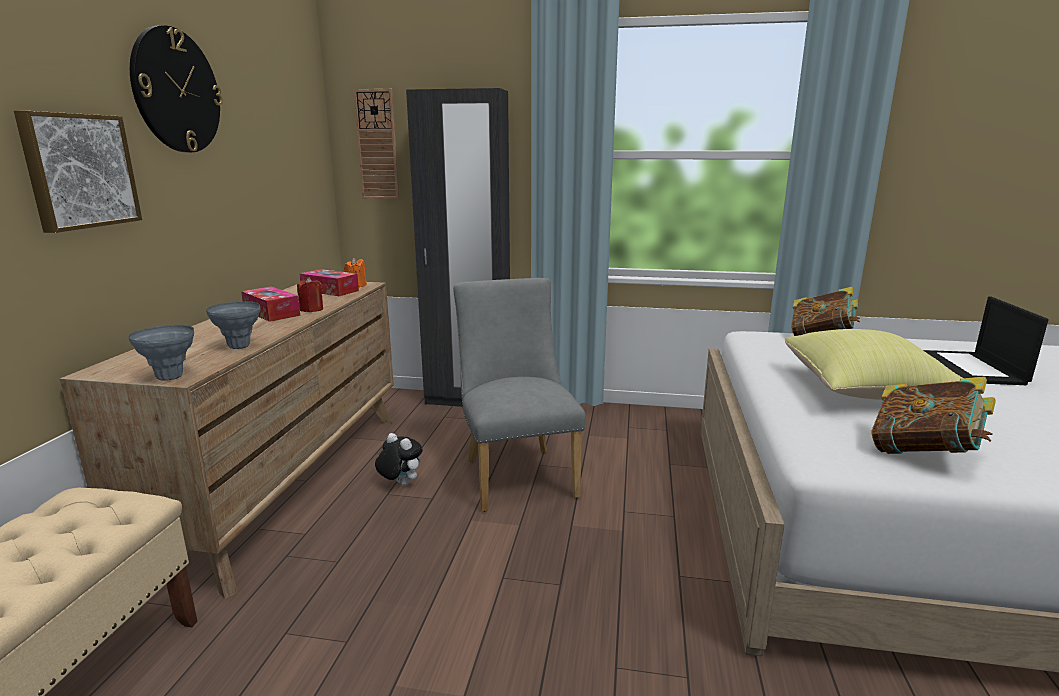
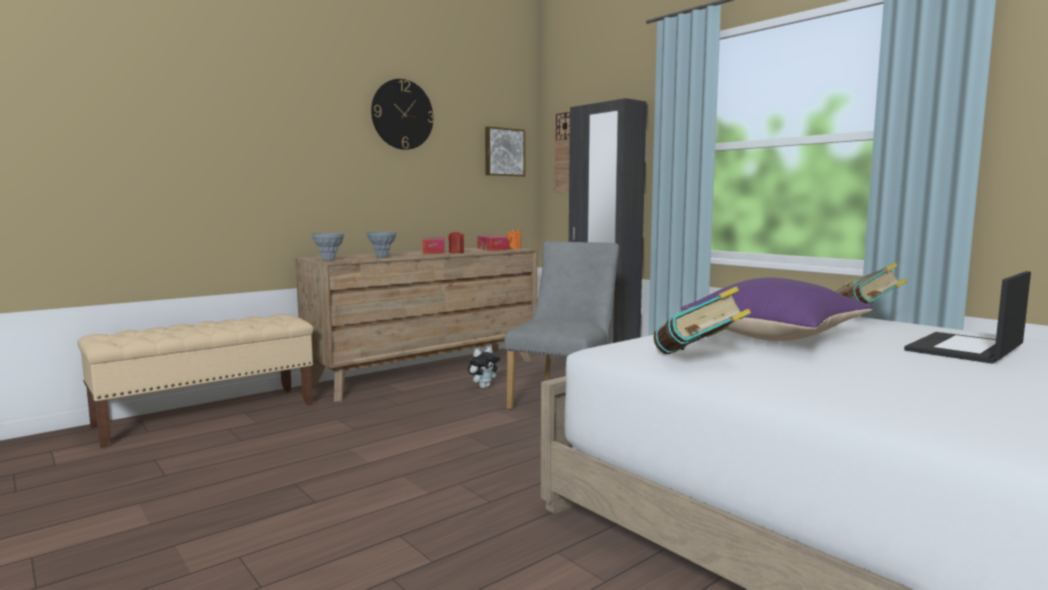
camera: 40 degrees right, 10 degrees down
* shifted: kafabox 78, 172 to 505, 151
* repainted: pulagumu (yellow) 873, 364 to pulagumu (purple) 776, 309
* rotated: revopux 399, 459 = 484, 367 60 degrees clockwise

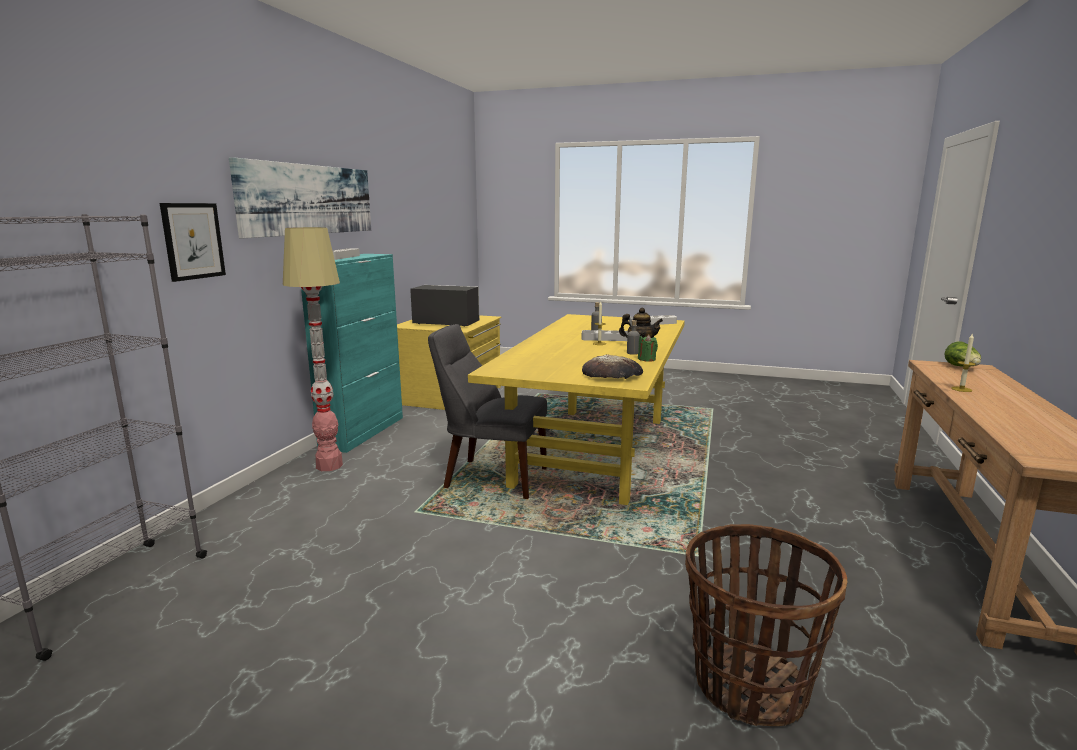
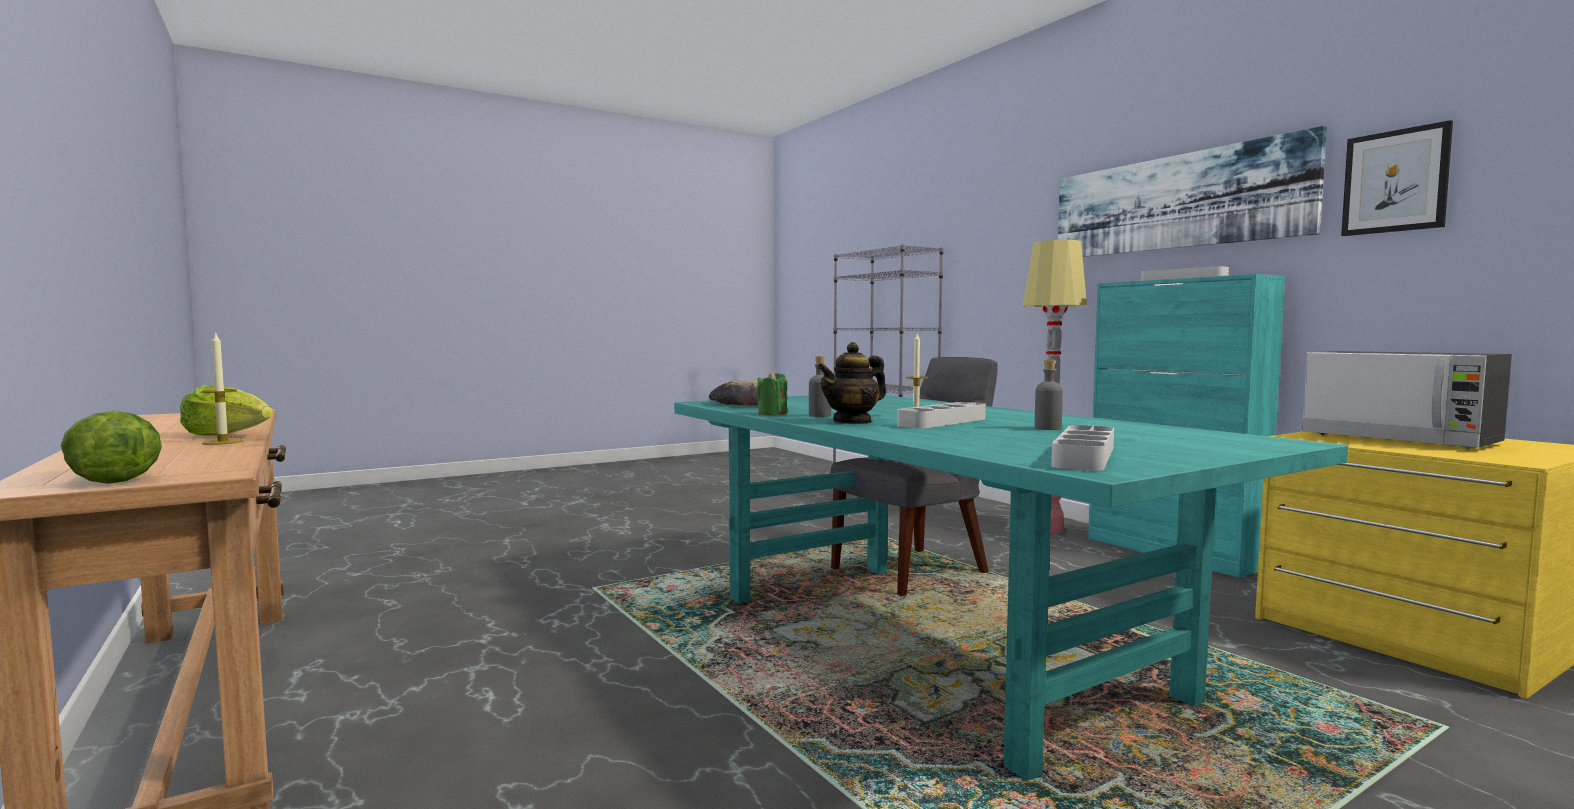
camera: 130 degrees right, 10 degrees down
* shifted: kafabox 193, 242 to 1397, 178
* rotated: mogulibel 445, 306 = 1407, 400 90 degrees clockwise
* repainted: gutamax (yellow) 576, 409 to gutamax (turquoise) 1011, 588
* gone: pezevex 766, 625
* new: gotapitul 226, 410

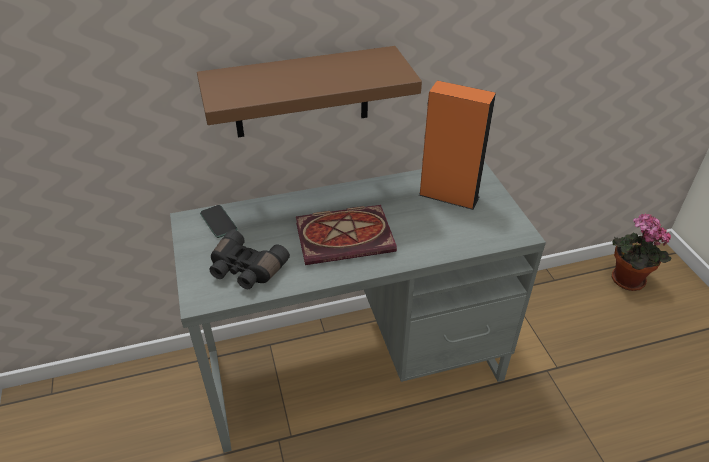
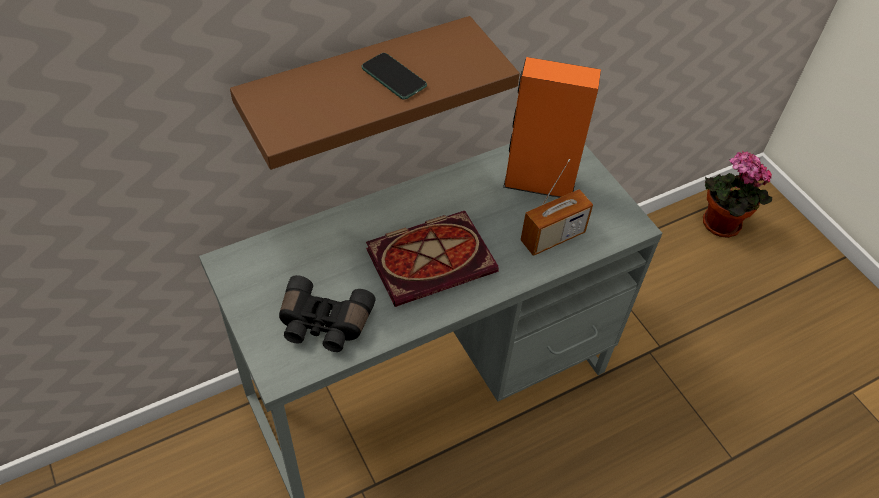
camera: 15 degrees left, 10 degrees up
* shifted: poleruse 219, 221 to 394, 76
* new: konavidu 556, 207

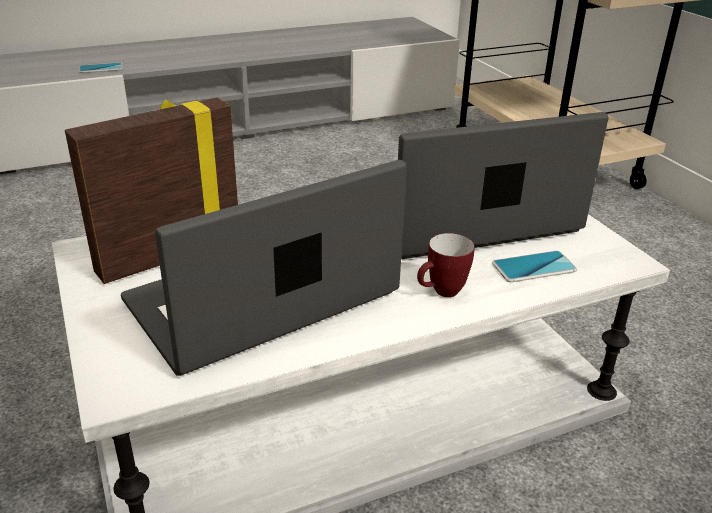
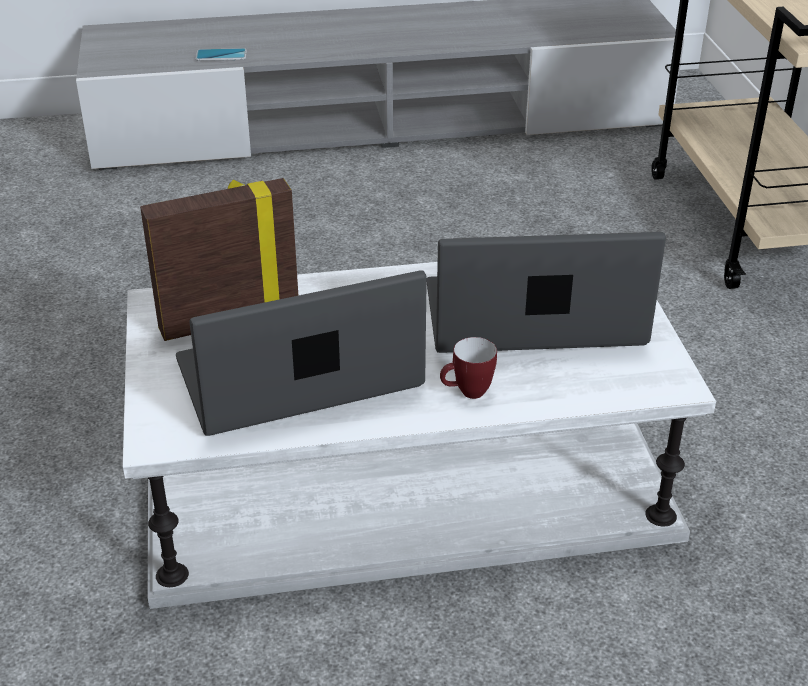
camera: 15 degrees right, 5 degrees up
* gone: poleruse 534, 266

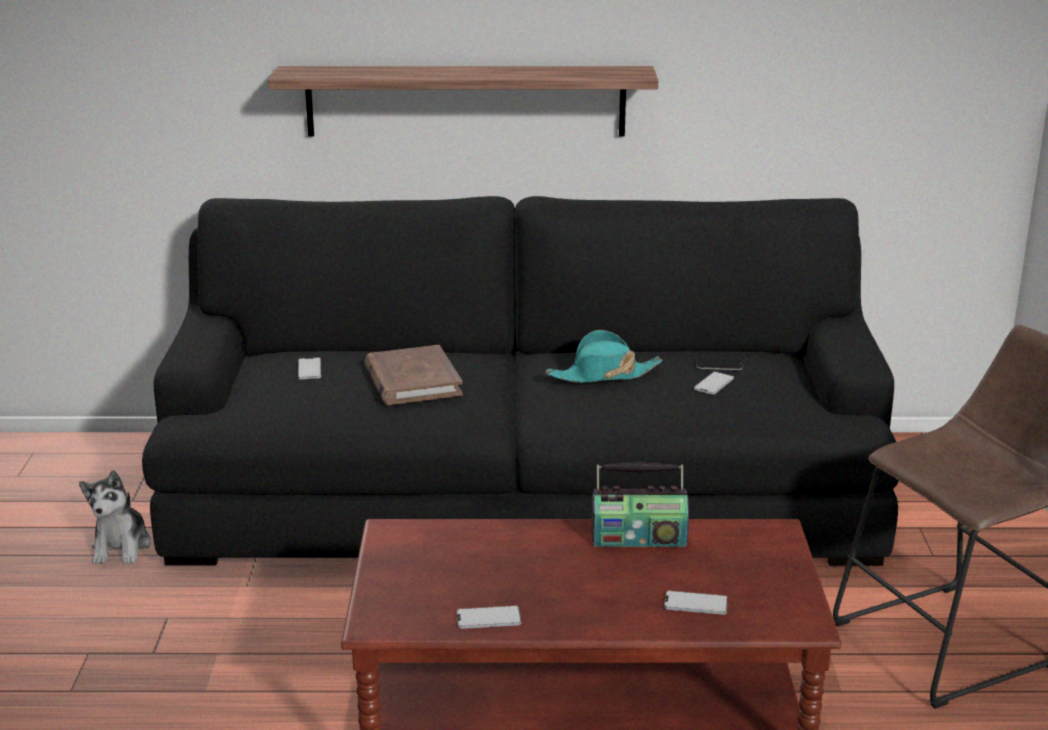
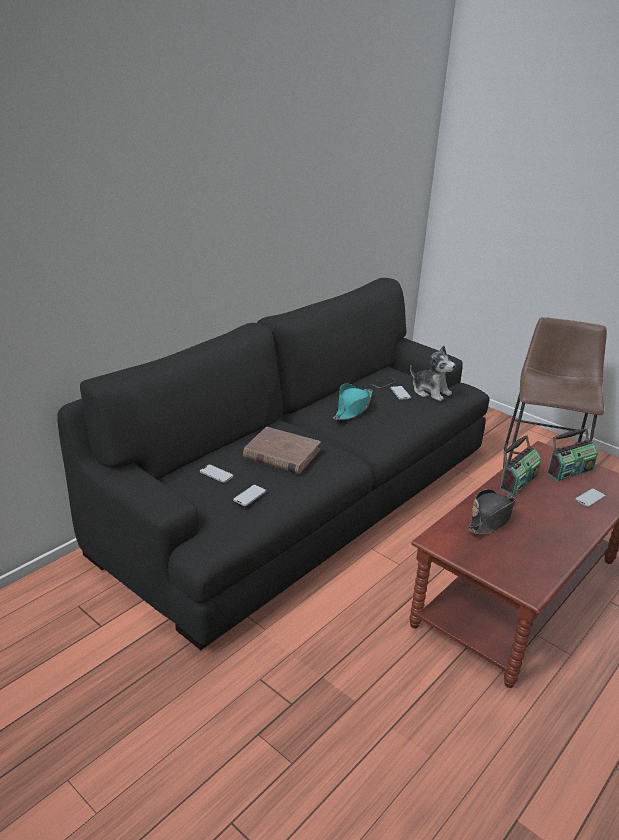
camera: 50 degrees left, 5 degrees up
* gone: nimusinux 463, 101
* shifted: revopux 115, 517 to 432, 373
* shifted: poleruse 489, 617 to 249, 495
* new: konavidu 572, 454
* new: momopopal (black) 491, 512

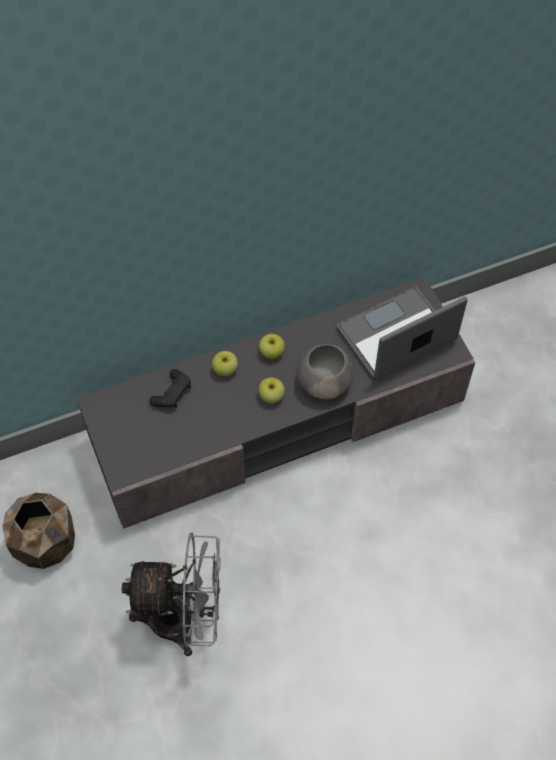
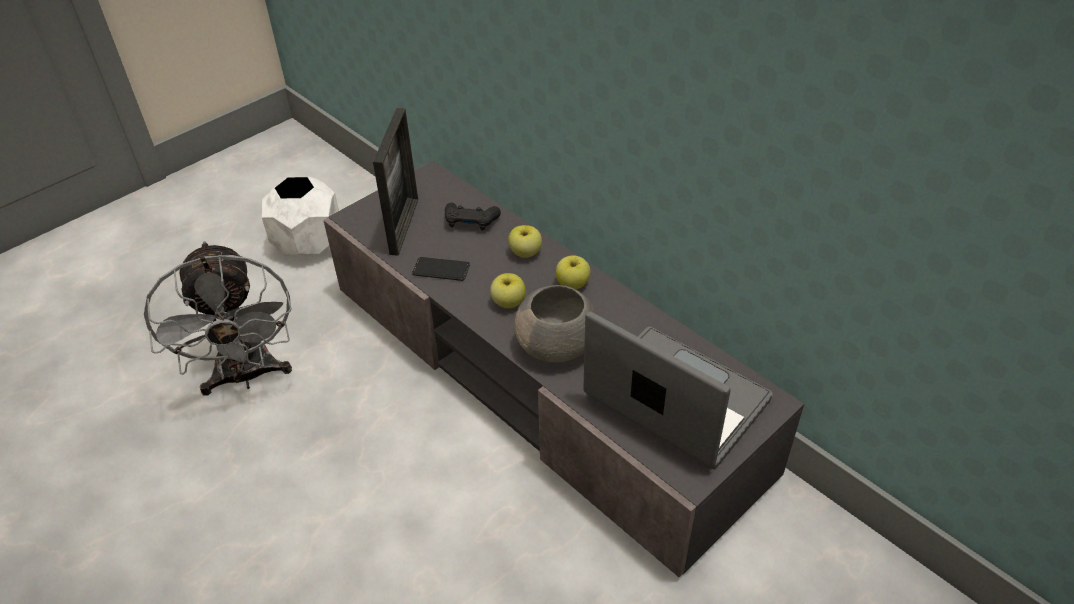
camera: 70 degrees right, 15 degrees down
* repainted: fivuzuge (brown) 38, 531 to fivuzuge (white) 300, 217
* new: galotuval 395, 182
* new: poleruse 441, 269

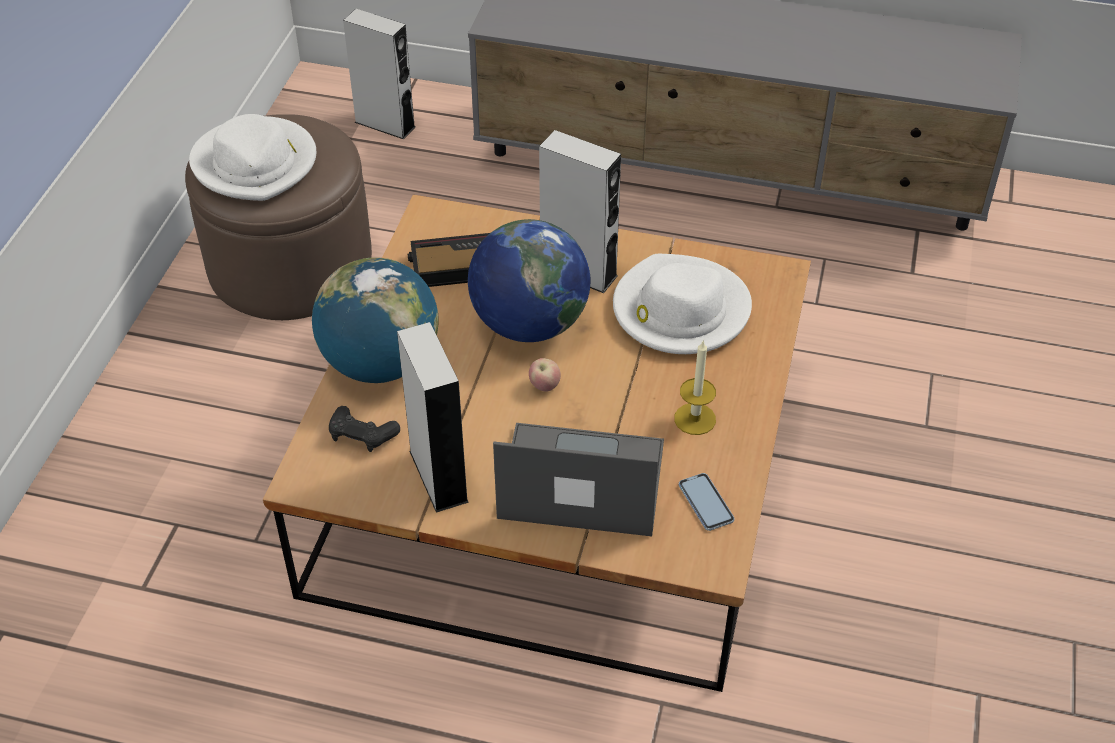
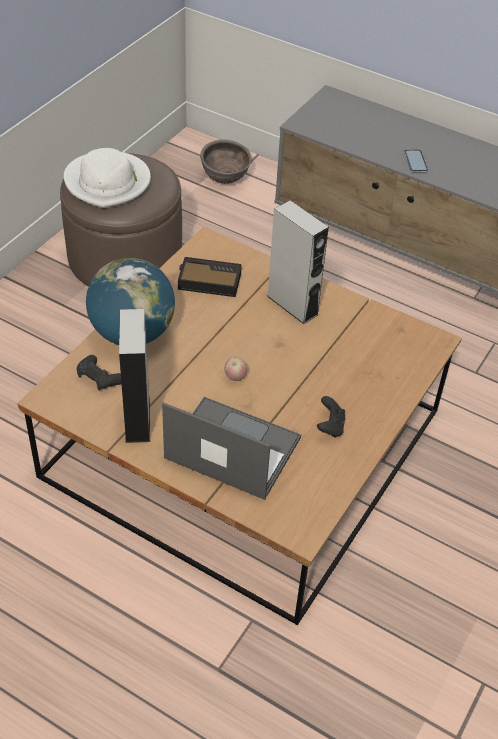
camera: 15 degrees right, 0 degrees up
* swapped: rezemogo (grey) 379, 74 to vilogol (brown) 226, 161
* gone: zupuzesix 529, 280
* gone: momopopal (white) 682, 304
* swapped: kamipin 695, 387 to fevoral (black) 331, 417
* shifted: poleruse 706, 502 to 416, 161

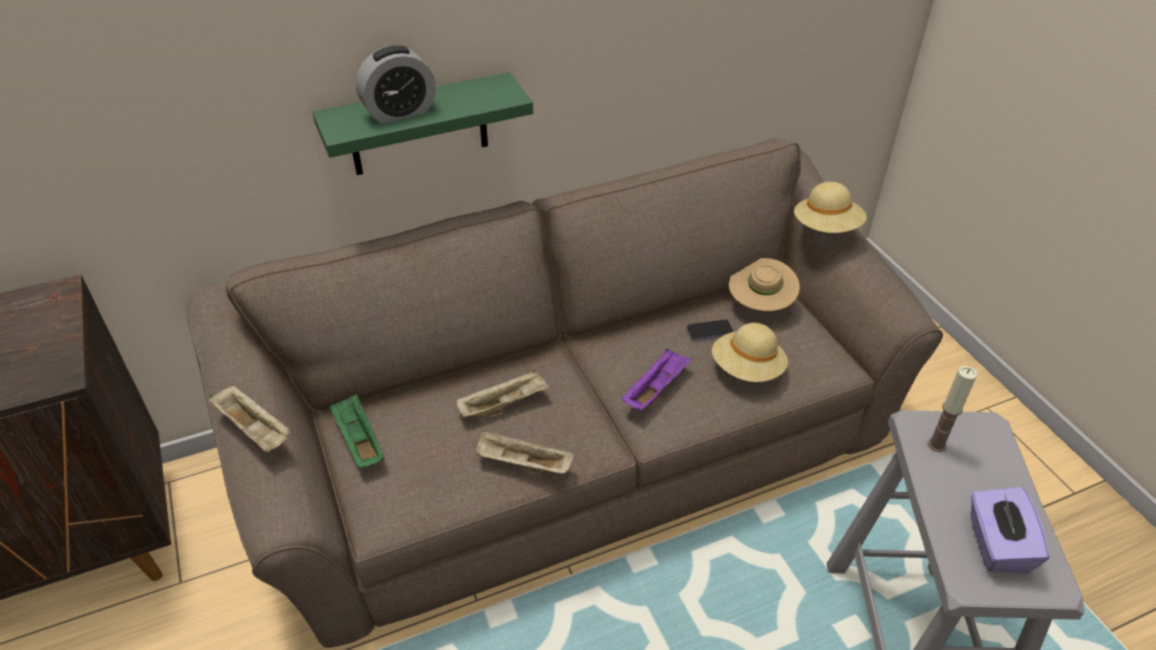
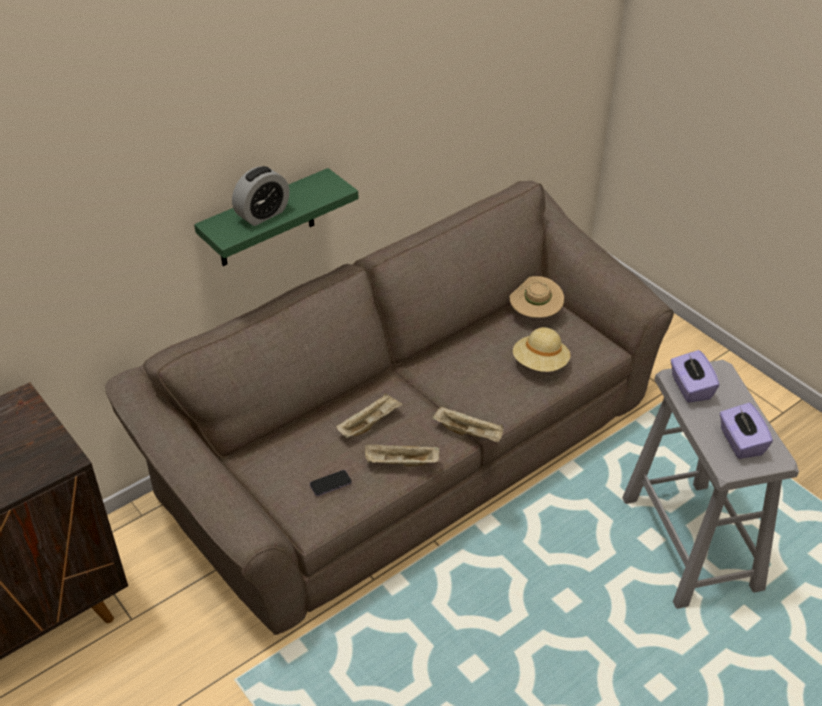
camera: 15 degrees left, 0 degrees up
* gone: momopopal (beige) 830, 207
* shifted: poleruse 710, 329 to 331, 483
* gone: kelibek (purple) 657, 380
* swapped: kamipin 952, 409 to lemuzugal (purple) 694, 376
* shifted: kelibek (beige) 250, 418 to 468, 424
* gone: kelibek (green) 357, 430

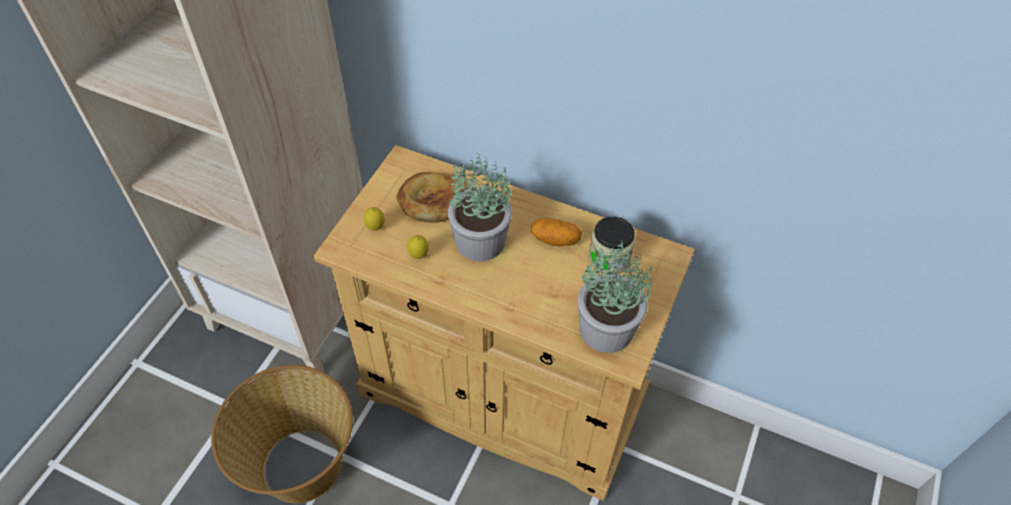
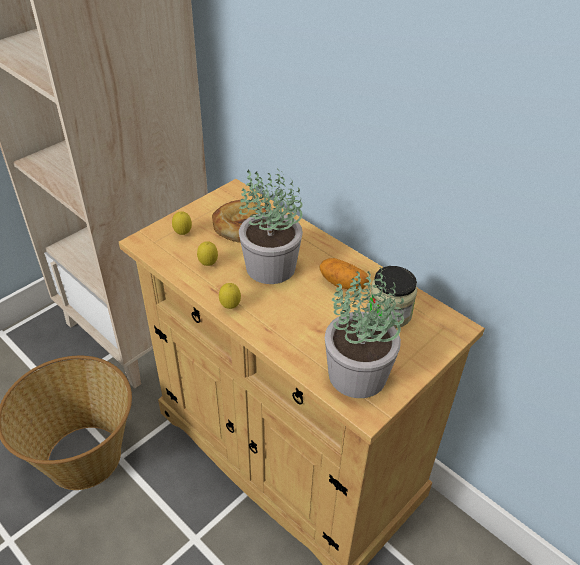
camera: 20 degrees right, 10 degrees down
* new: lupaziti 230, 296

